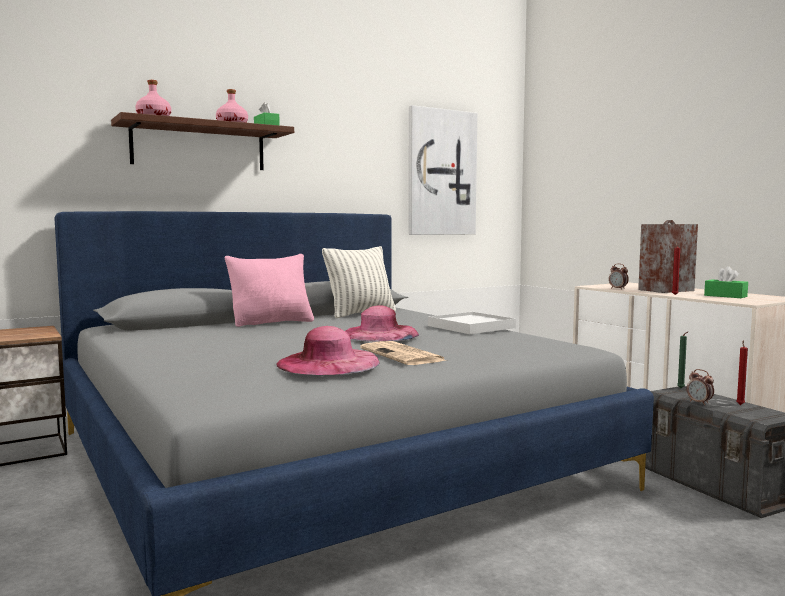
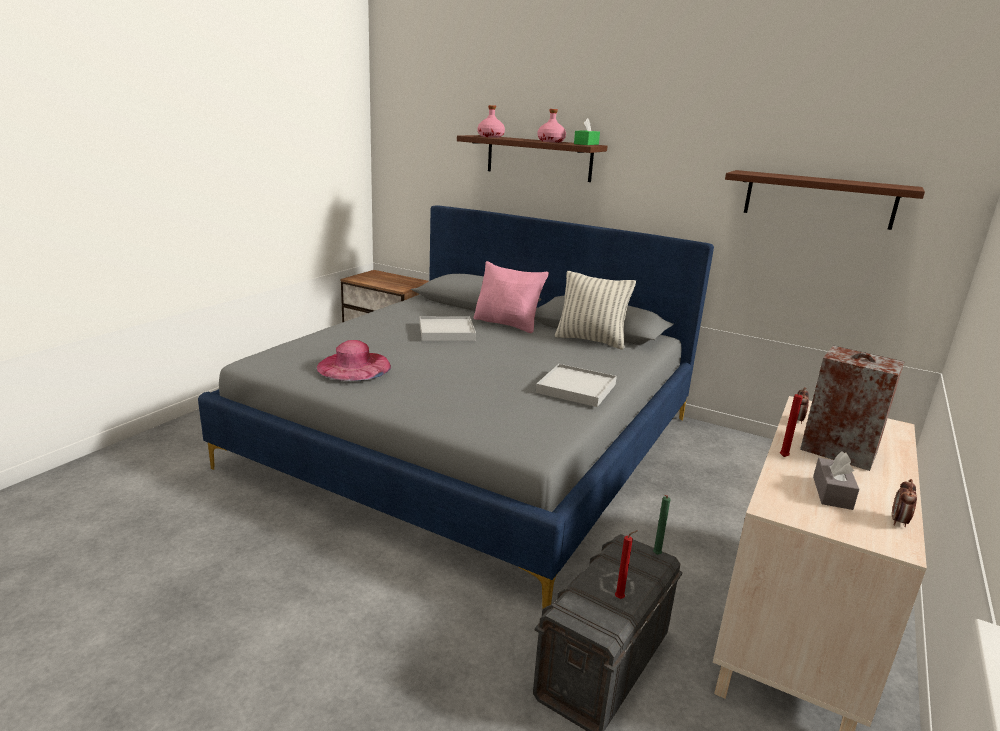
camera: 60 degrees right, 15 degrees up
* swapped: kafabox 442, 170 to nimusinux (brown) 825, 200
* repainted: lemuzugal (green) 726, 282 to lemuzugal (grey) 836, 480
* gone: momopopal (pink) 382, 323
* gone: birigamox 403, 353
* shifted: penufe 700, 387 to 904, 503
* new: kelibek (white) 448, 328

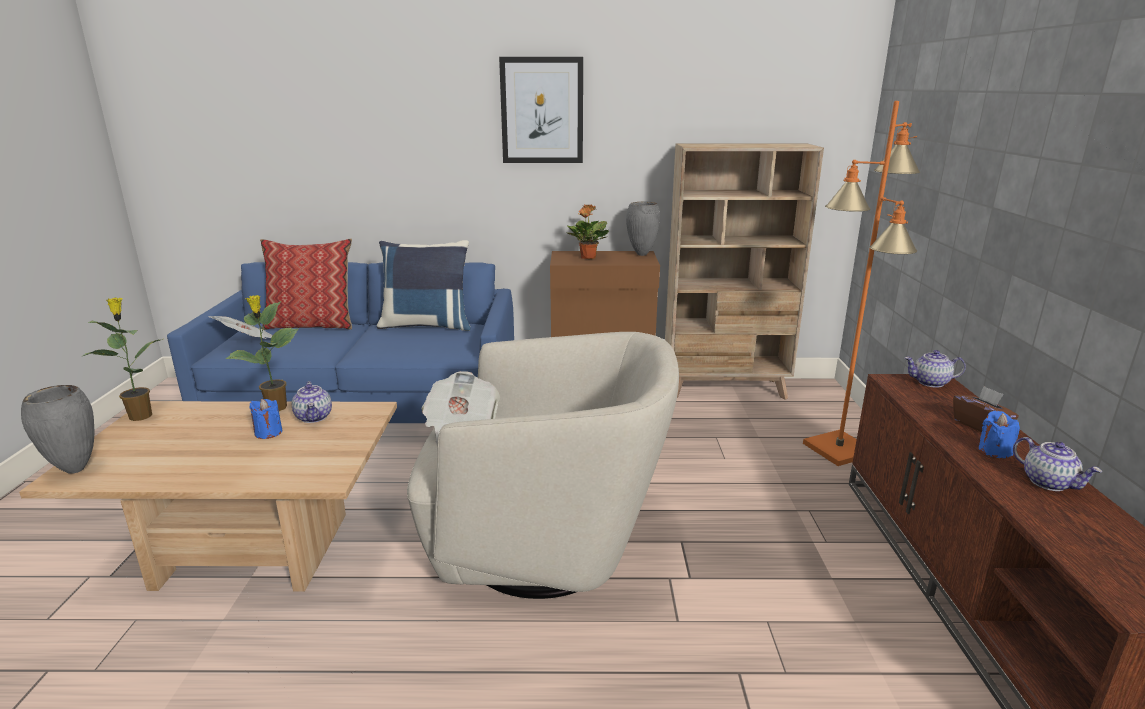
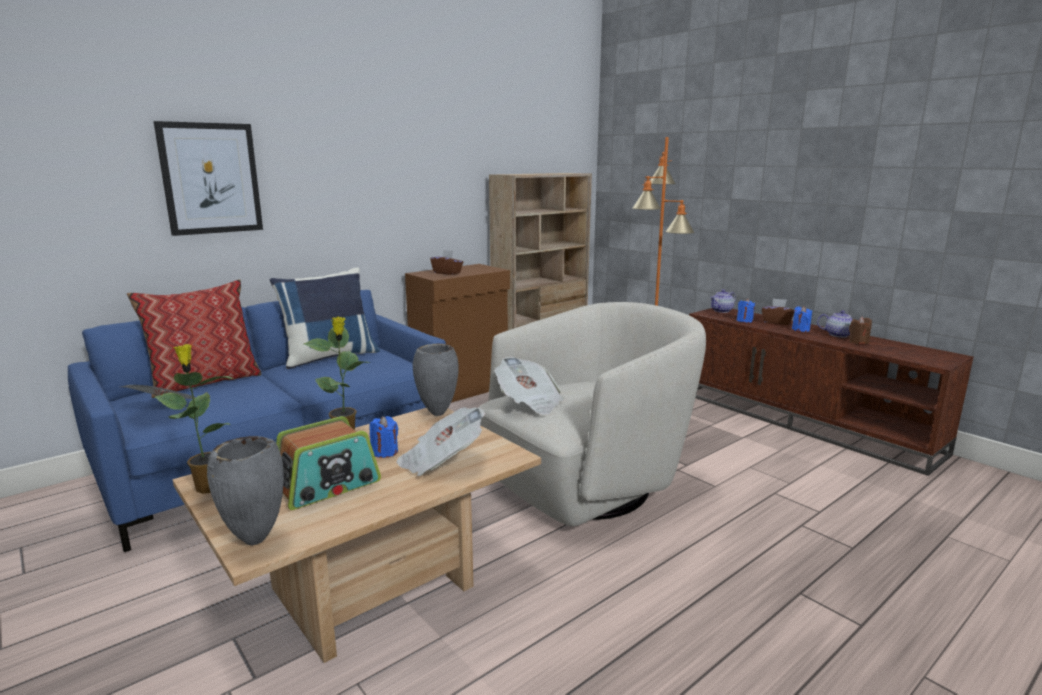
camera: 40 degrees left, 5 degrees down
* shifted: kafabox 541, 110 to 208, 178
* shifted: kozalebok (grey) 643, 228 to 435, 380
* swapped: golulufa 588, 231 to lemuzugal (brown) 446, 262
* gone: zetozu 312, 402
* new: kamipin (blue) 746, 310
* new: kamipin (brown) 860, 330
* new: birigamox 441, 441
* new: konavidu 328, 463

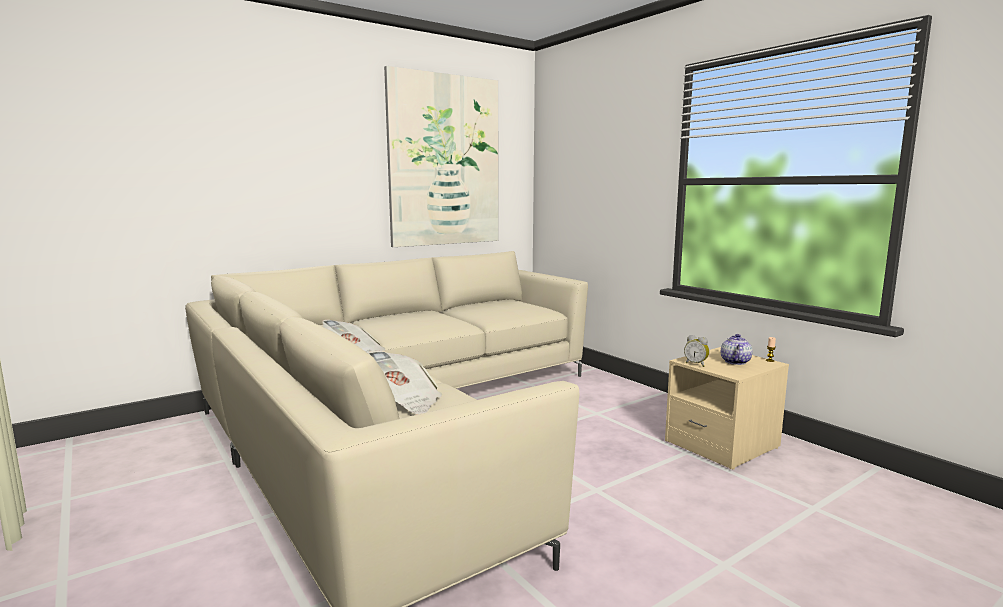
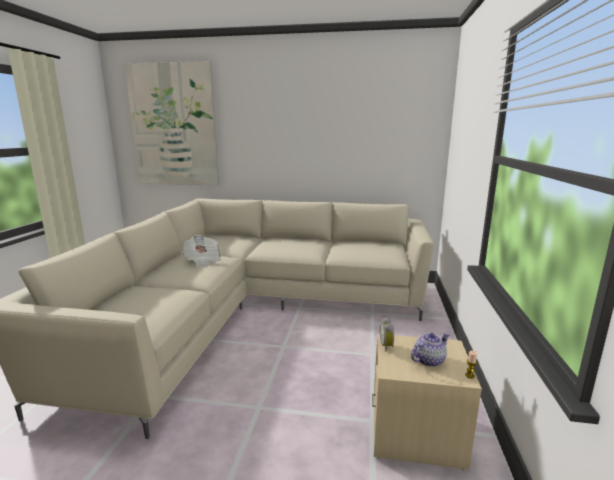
camera: 45 degrees right, 5 degrees up
* shifted: kafabox 441, 156 to 171, 123
* gone: birigamox 405, 382

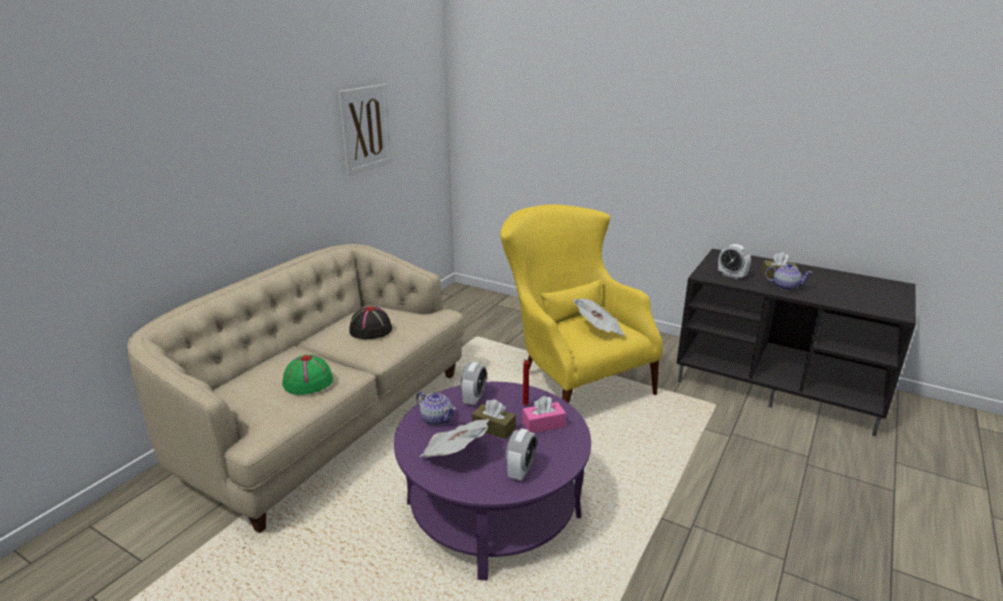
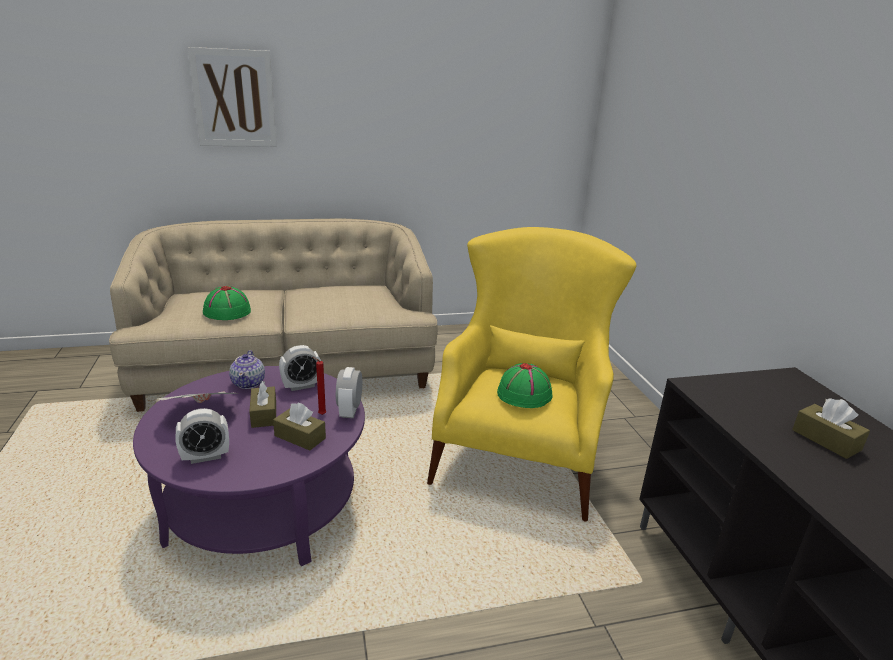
camera: 45 degrees right, 0 degrees up
* shifted: kafabox 365, 129 to 232, 97
* shifted: penufe 734, 262 to 349, 392
* gone: zetozu 789, 277
* swapped: birigamox 599, 317 to momopopal (green) 524, 385
* gone: momopopal (black) 370, 322
* repainted: lemuzugal (pink) 544, 414 to lemuzugal (brown) 299, 426

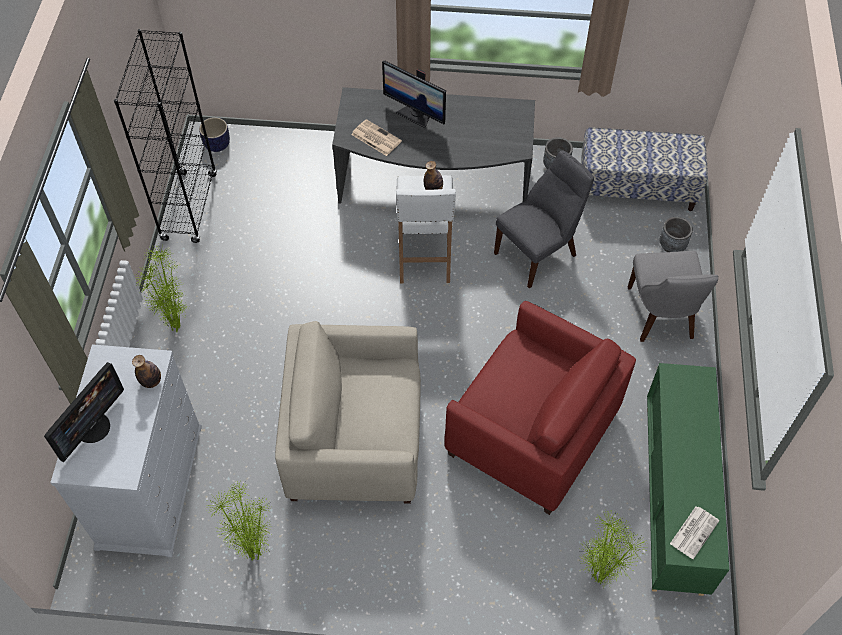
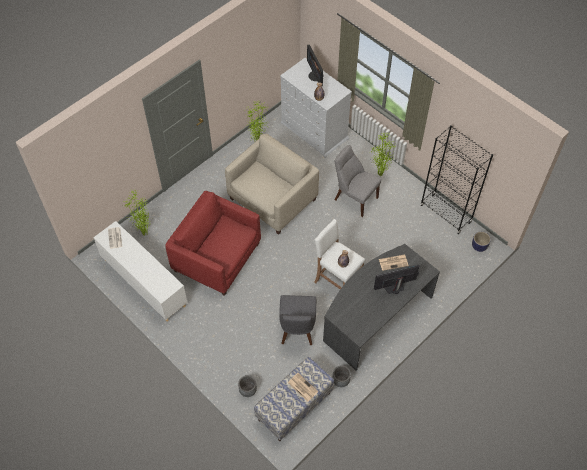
camera: 130 degrees right, 0 degrees up
* shifted: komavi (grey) 673, 296 to 358, 181
* rotated: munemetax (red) 540, 408 = 213, 243 45 degrees clockwise
* repainted: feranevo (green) 688, 479 to feranevo (white) 140, 271
* new: birigamox 303, 387

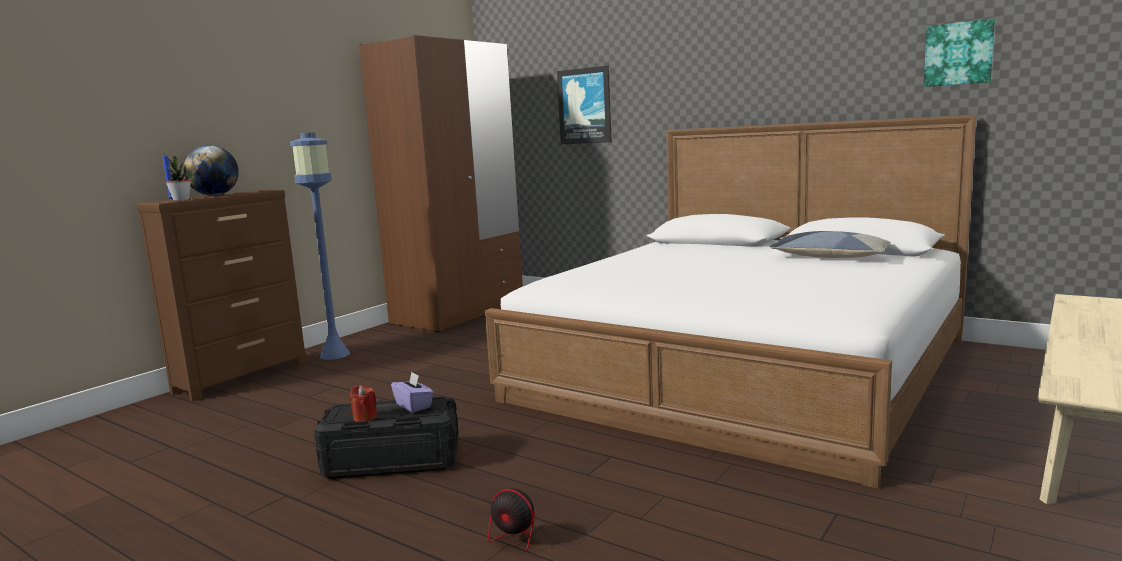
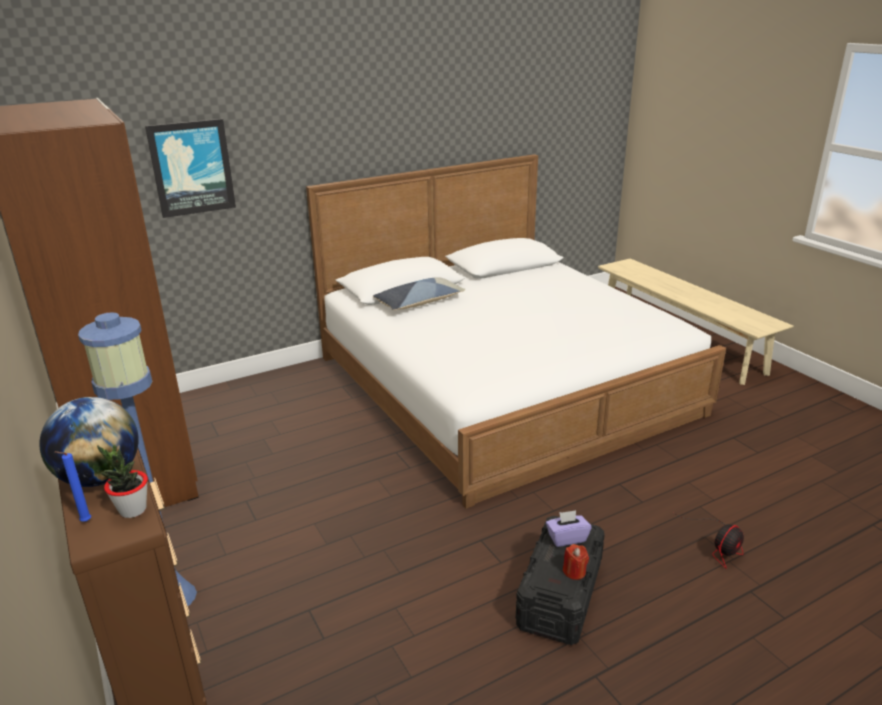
camera: 65 degrees left, 15 degrees up
* gone: kafabox 959, 52
* shifted: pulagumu 830, 244 to 419, 293

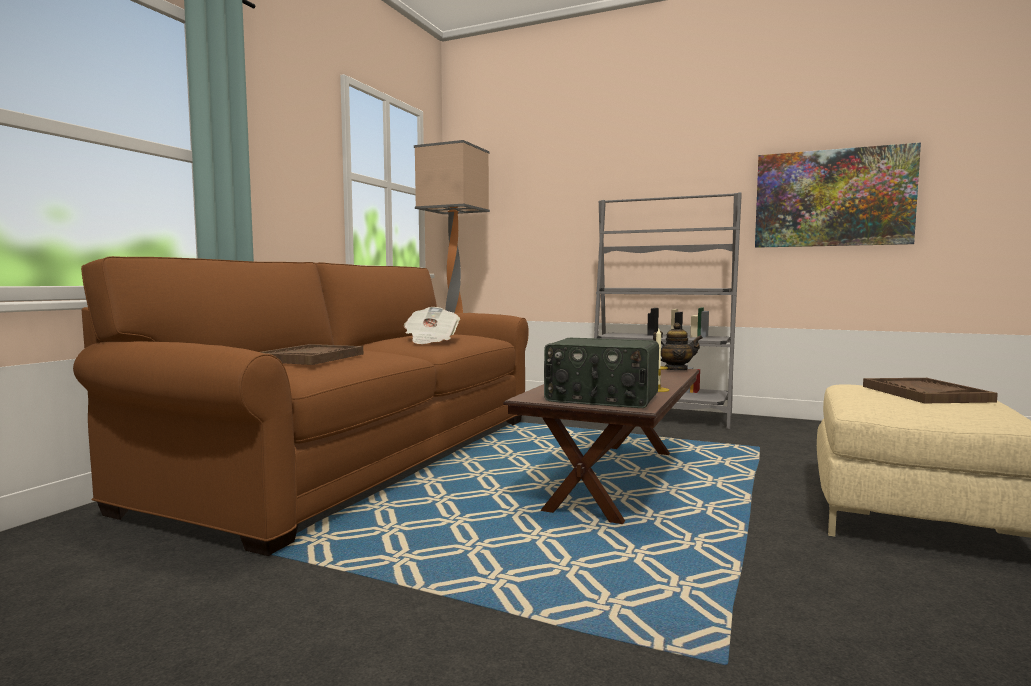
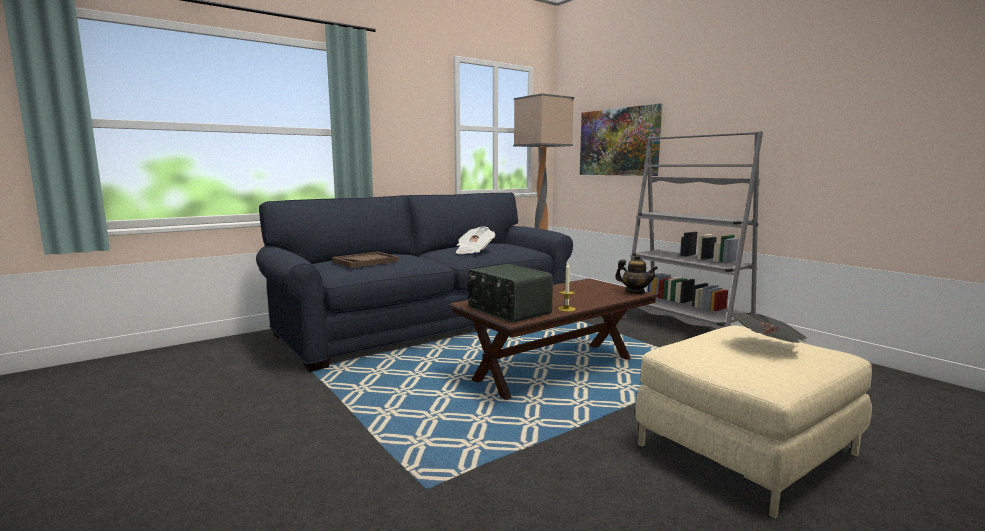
camera: 30 degrees right, 5 degrees up
* shifted: kafabox 838, 195 to 621, 139
* repainted: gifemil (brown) 301, 406 to gifemil (blue) 414, 282
* swapped: kelibek (brown) 930, 390 to birigamox 768, 328

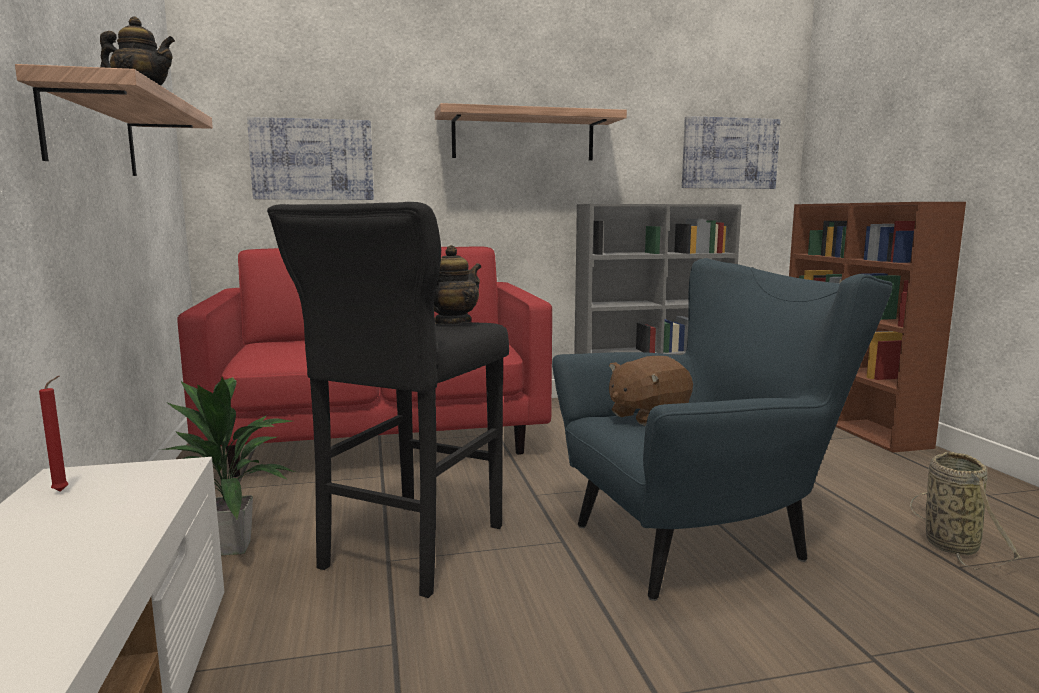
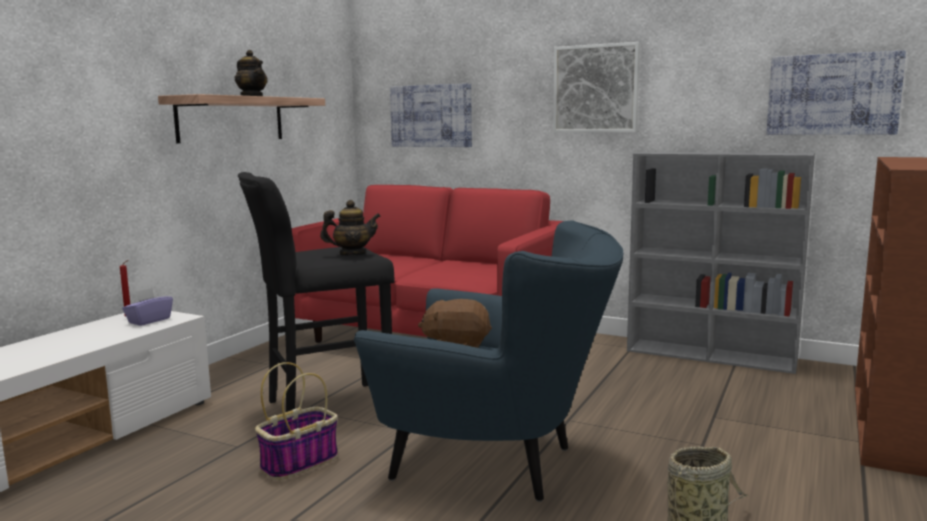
camera: 40 degrees right, 0 degrees up
* swapped: nimusinux 531, 131 to kafabox 596, 87
* gone: golulufa 228, 466
* new: lemuzugal (purple) 147, 307
* new: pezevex 296, 421

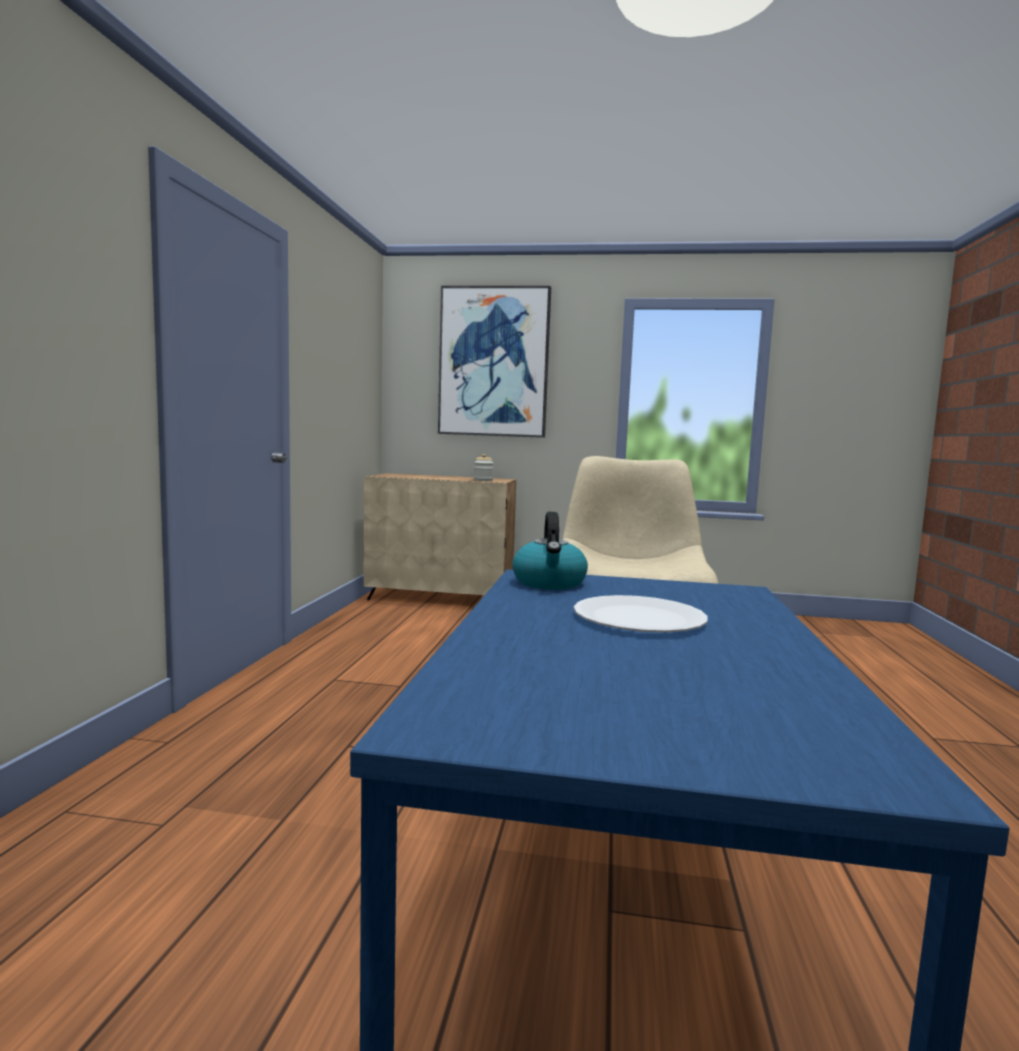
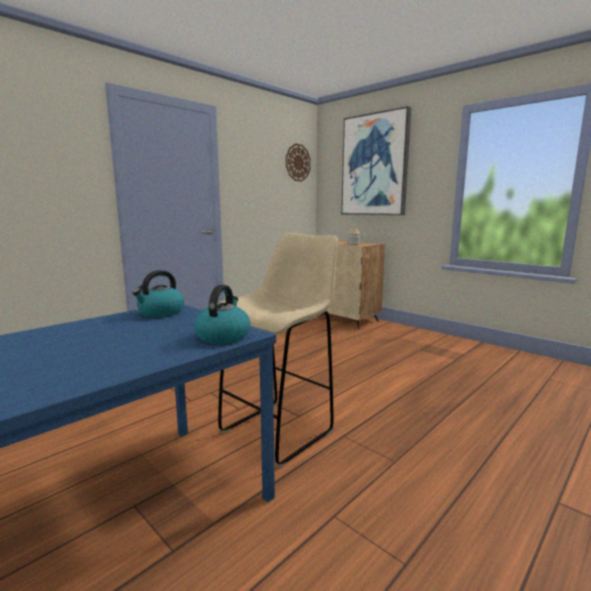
camera: 35 degrees right, 5 degrees up
* gone: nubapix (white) 641, 613
* new: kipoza 298, 162
* new: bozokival 222, 314

